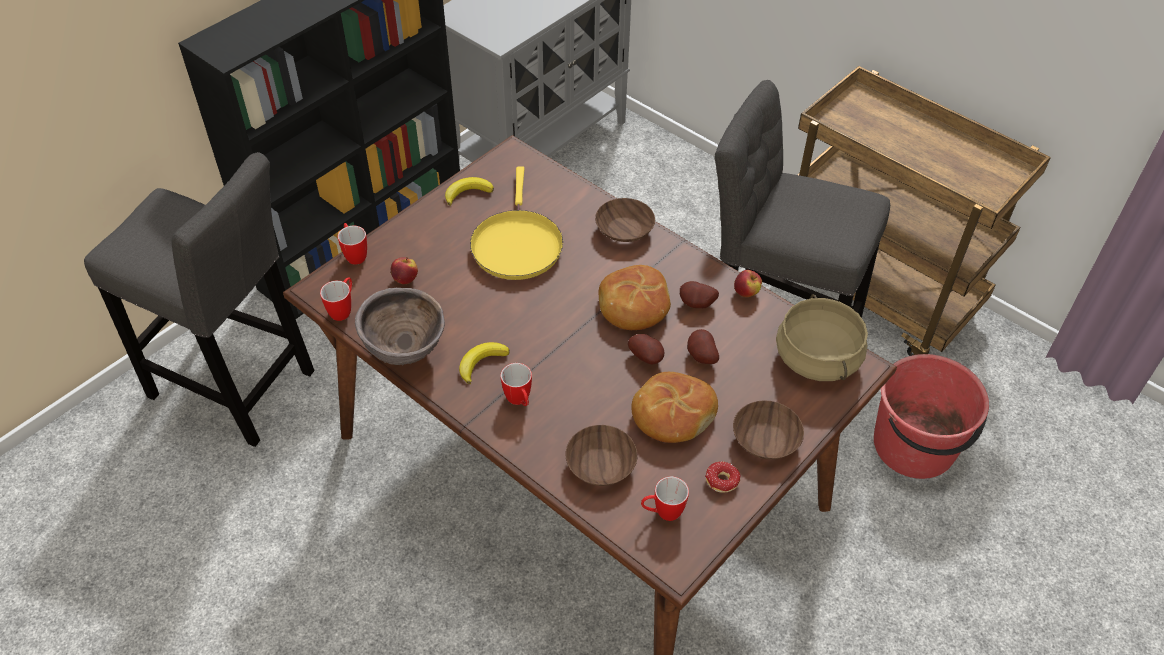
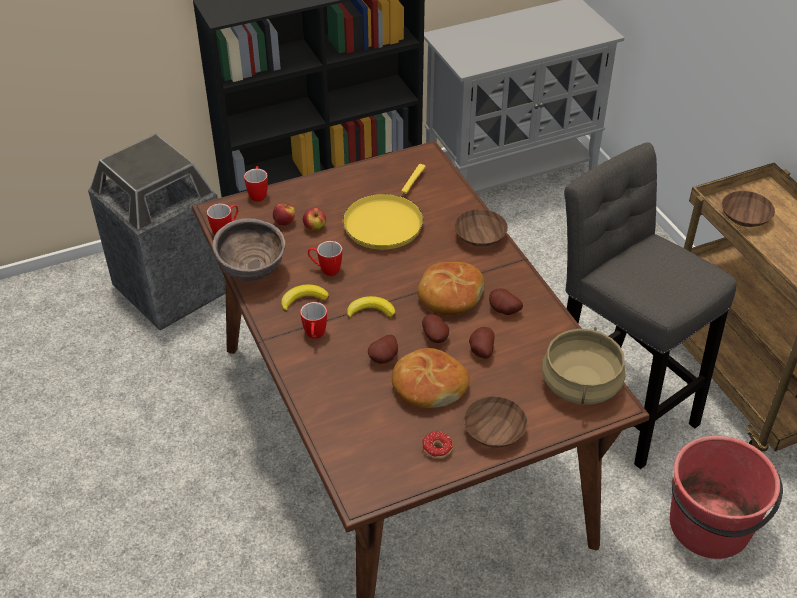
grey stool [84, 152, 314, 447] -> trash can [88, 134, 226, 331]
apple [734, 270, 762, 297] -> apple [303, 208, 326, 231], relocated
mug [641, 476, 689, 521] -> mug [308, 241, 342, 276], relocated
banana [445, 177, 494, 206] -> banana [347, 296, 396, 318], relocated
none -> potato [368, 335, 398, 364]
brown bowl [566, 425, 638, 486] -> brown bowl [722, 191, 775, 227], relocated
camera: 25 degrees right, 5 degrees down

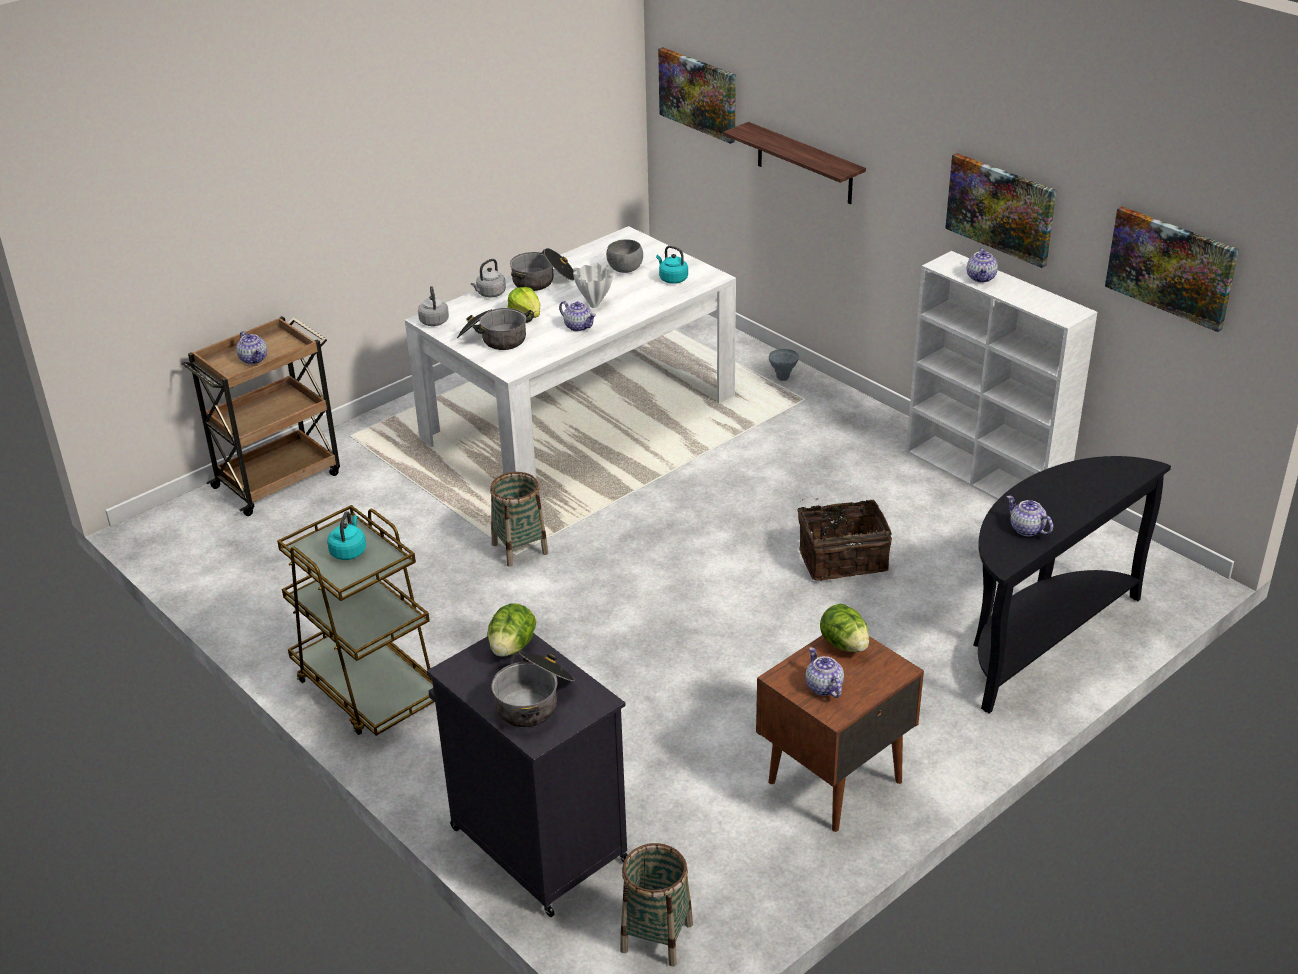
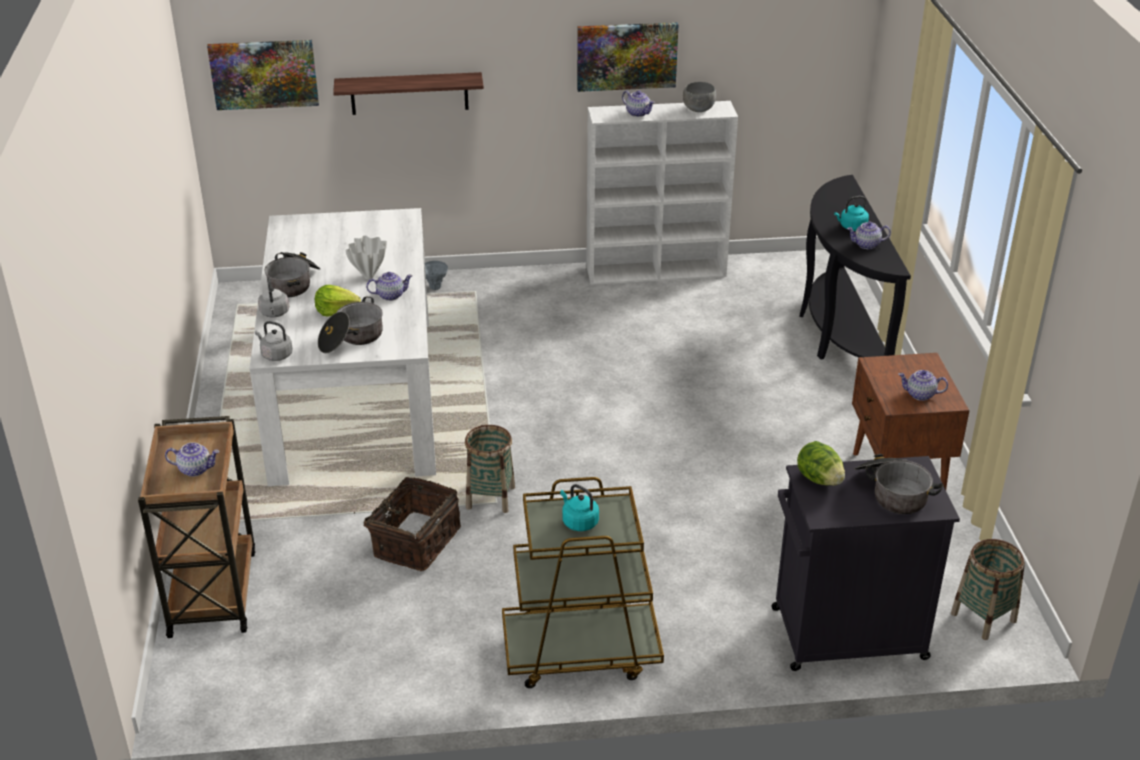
basket [797, 498, 892, 581] -> basket [354, 477, 461, 571], relocated
grey bowl [606, 239, 643, 273] -> grey bowl [683, 82, 716, 112], relocated
turquoise kettle [656, 246, 688, 284] -> turquoise kettle [834, 196, 869, 231], relocated
lettuce [820, 603, 869, 652] -> none
picture [1105, 206, 1239, 332] -> none
camera: 55 degrees left, 0 degrees up

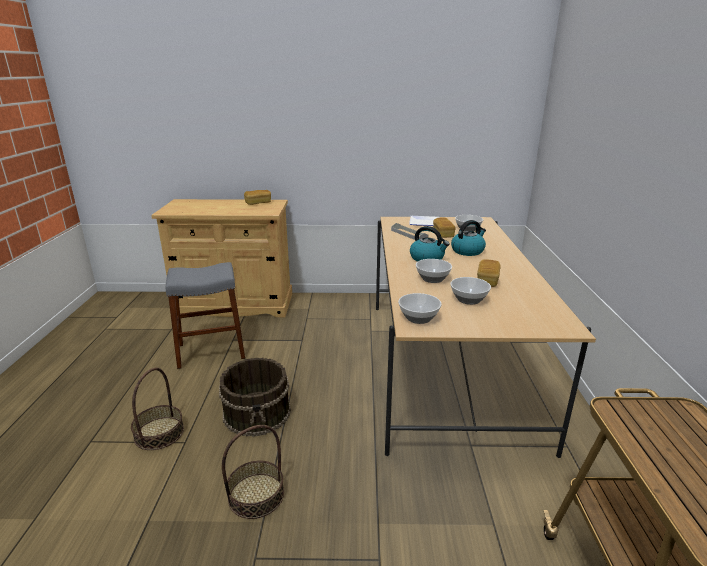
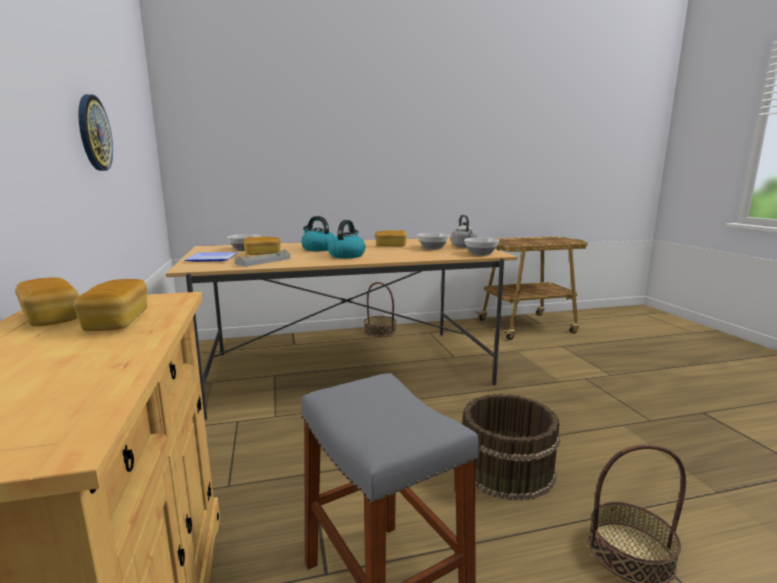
none -> bread [73, 279, 147, 331]
none -> wall clock [78, 94, 113, 171]
basket [222, 425, 284, 519] -> basket [364, 282, 397, 337], relocated
none -> grey kettle [451, 215, 478, 248]
bowl [416, 259, 452, 283] -> none
camera: 105 degrees left, 10 degrees down

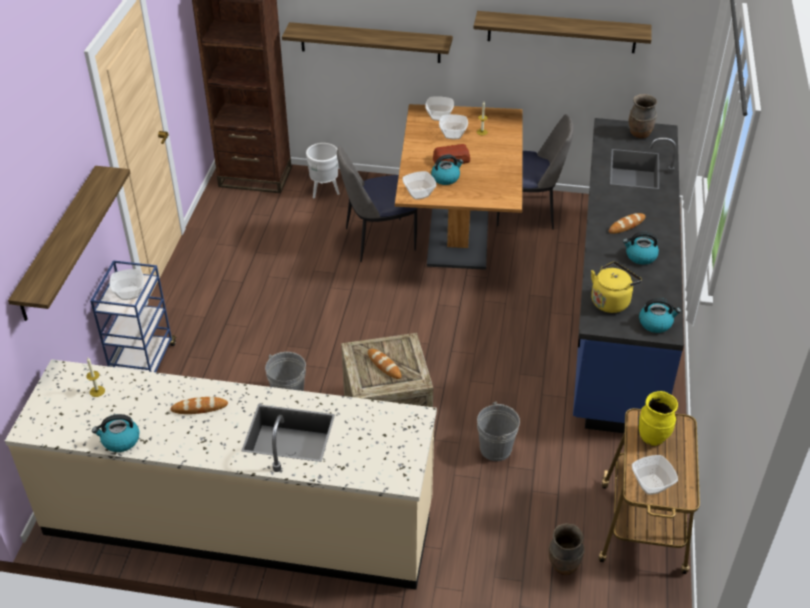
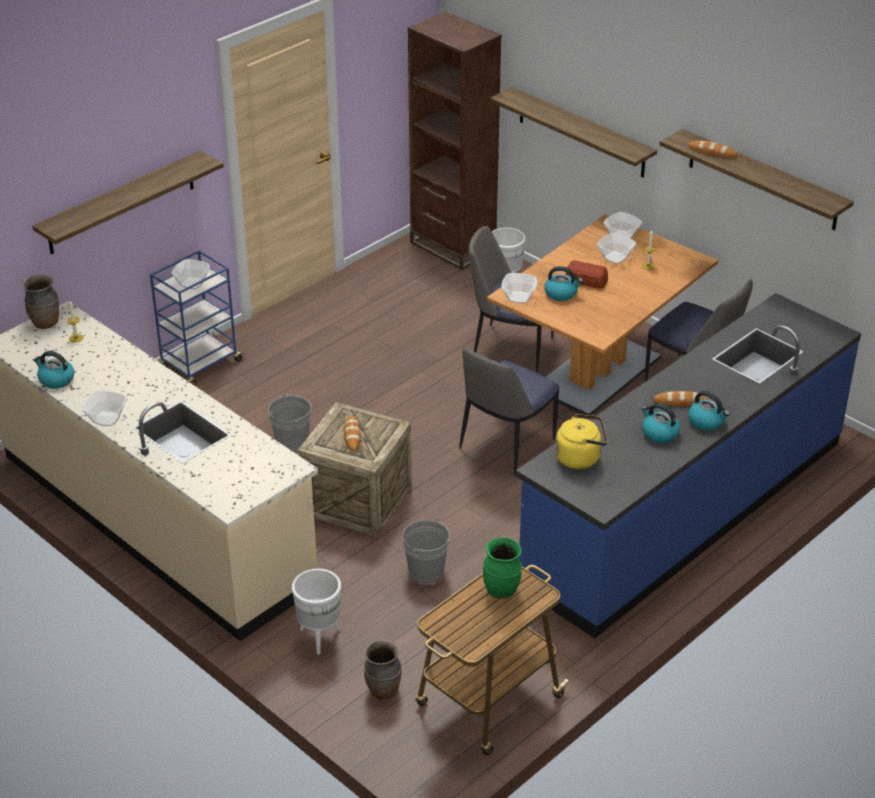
brown vase [629, 94, 657, 139] -> brown vase [23, 275, 59, 329], relocated
bowl [632, 455, 678, 495] -> bowl [83, 391, 126, 426], relocated
none -> white planter [292, 569, 341, 655]
none -> chair [459, 346, 559, 475]
yellow vase [639, 391, 678, 446] -> green vase [483, 537, 522, 599]
bread [171, 397, 228, 414] -> bread [688, 140, 738, 158], relocated
kettle [639, 298, 681, 333] -> kettle [688, 391, 730, 431], relocated
camera: 35 degrees right, 5 degrees down

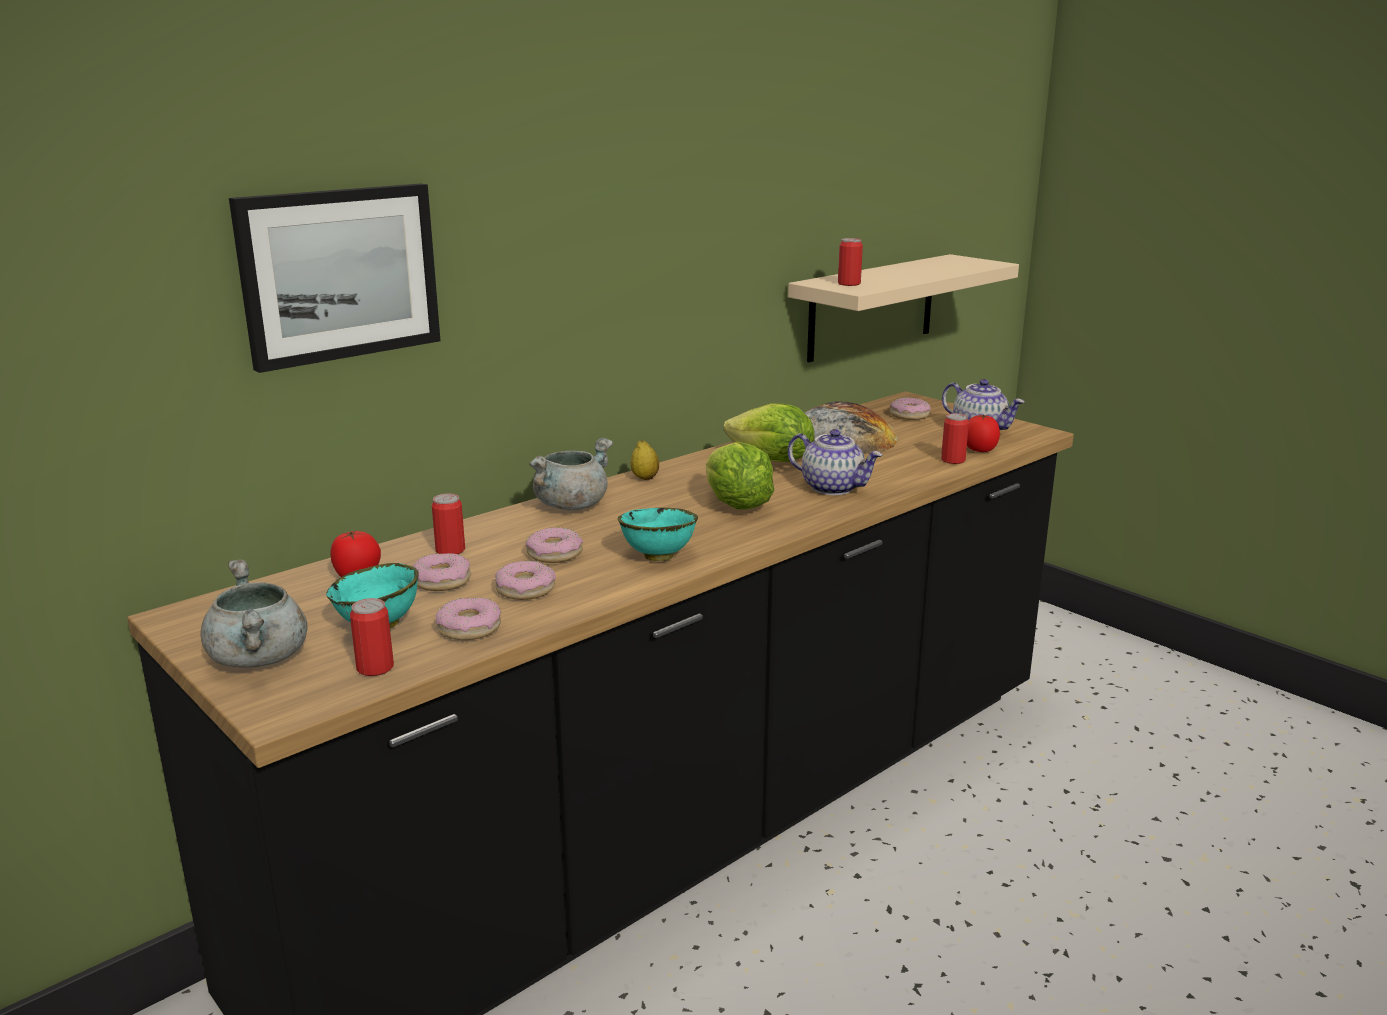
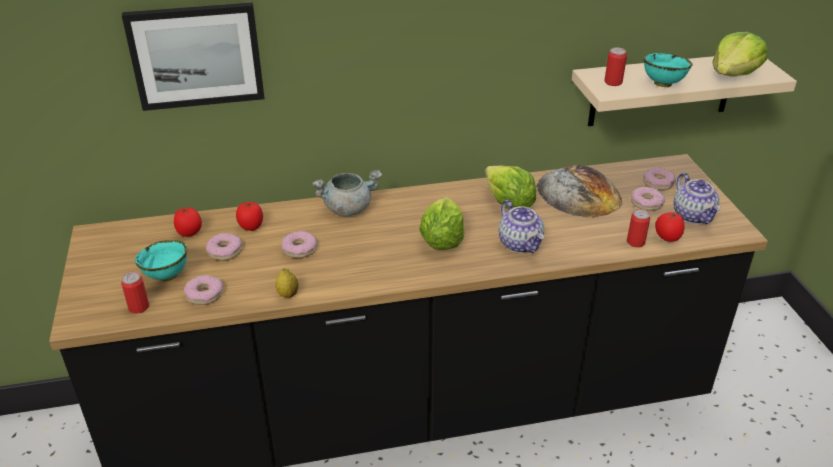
can [432, 494, 465, 554] -> tomato [236, 202, 263, 231]
lemon [631, 440, 659, 480] -> lemon [276, 268, 298, 298], relocated
donut [495, 561, 556, 600] -> donut [631, 187, 665, 211], relocated
turquoise bowl [618, 508, 698, 561] -> turquoise bowl [643, 53, 693, 87], relocated
none -> lettuce [712, 32, 768, 77]
grey cooking pot [200, 559, 308, 668] -> none
camera: 30 degrees right, 15 degrees up

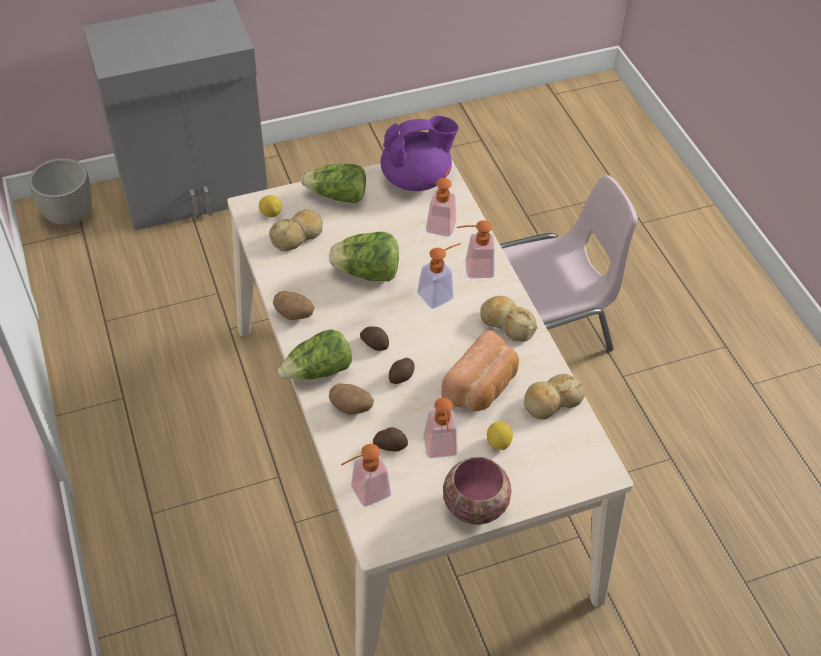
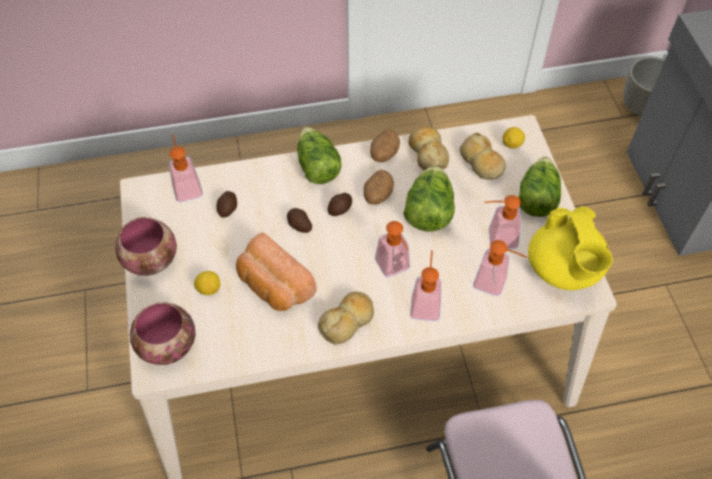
none -> bowl [130, 302, 196, 365]
potato [329, 384, 374, 415] -> potato [364, 170, 394, 205], relocated
bread [524, 374, 585, 420] -> bread [408, 126, 449, 171], relocated
soap dispenser [423, 398, 458, 458] -> soap dispenser [484, 195, 521, 249], relocated
purple teapot [381, 116, 459, 191] -> yellow teapot [528, 206, 613, 290]
camera: 100 degrees right, 5 degrees up

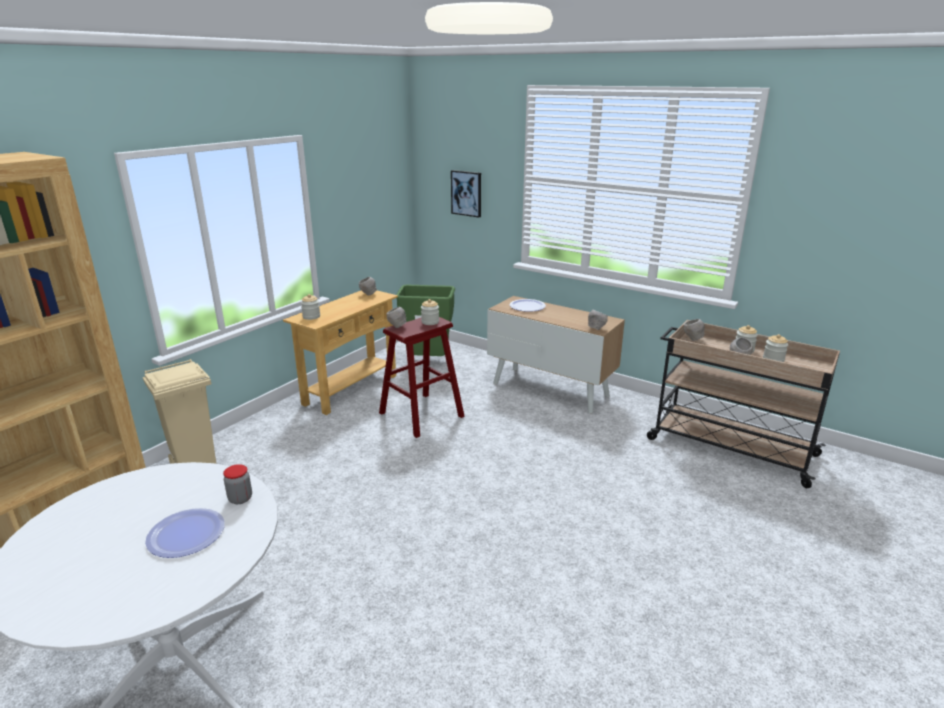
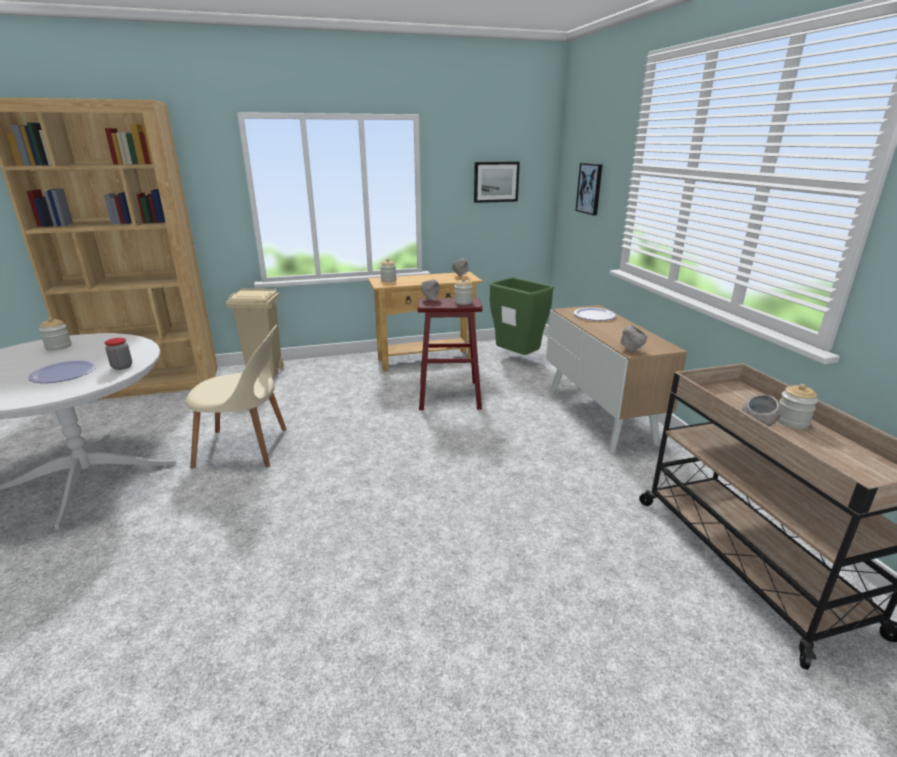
jar [763, 334, 788, 362] -> jar [39, 318, 72, 351], relocated
none -> beige chair [186, 324, 287, 468]
none -> picture [474, 162, 520, 203]
grey bowl [684, 319, 705, 340] -> none
camera: 40 degrees right, 0 degrees up

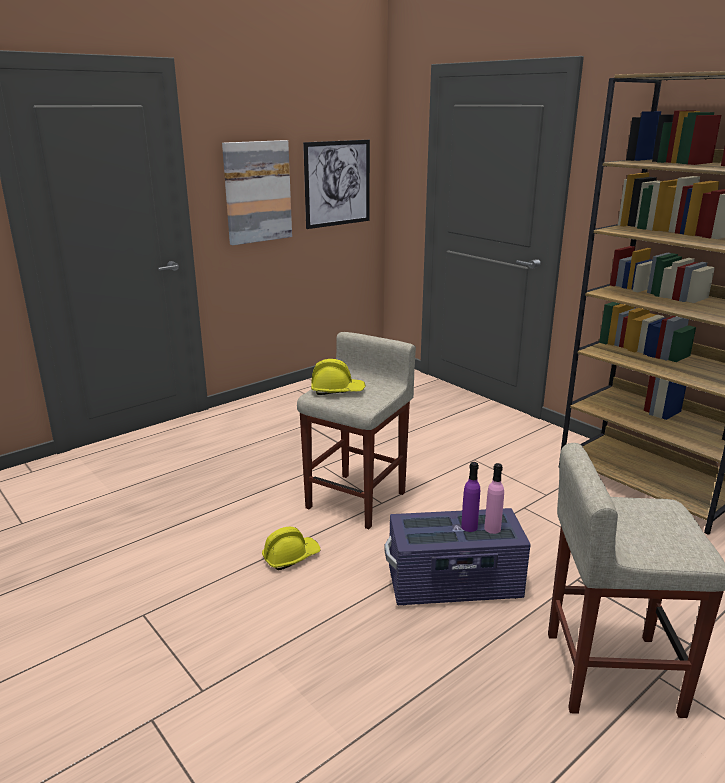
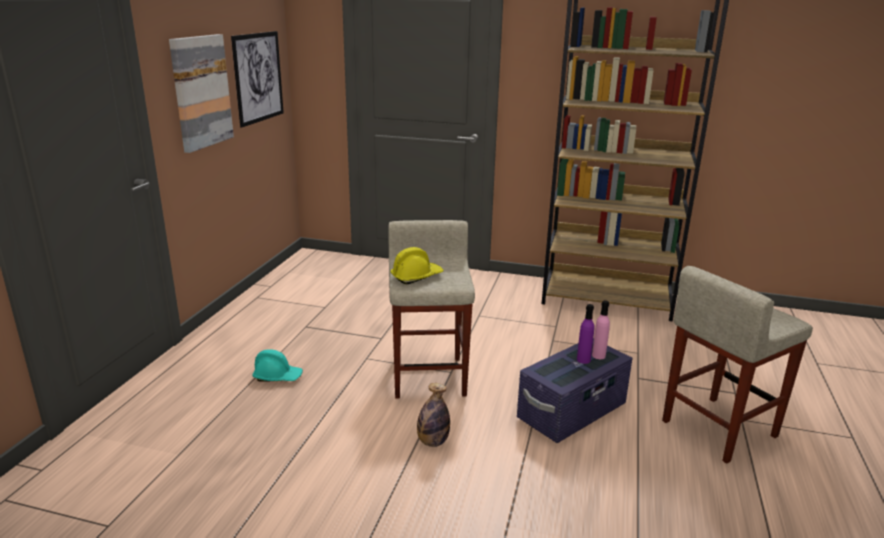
none -> turquoise hard hat [252, 349, 303, 382]
yellow hard hat [262, 527, 321, 570] -> bottle [417, 383, 450, 447]
camera: 35 degrees left, 0 degrees up

